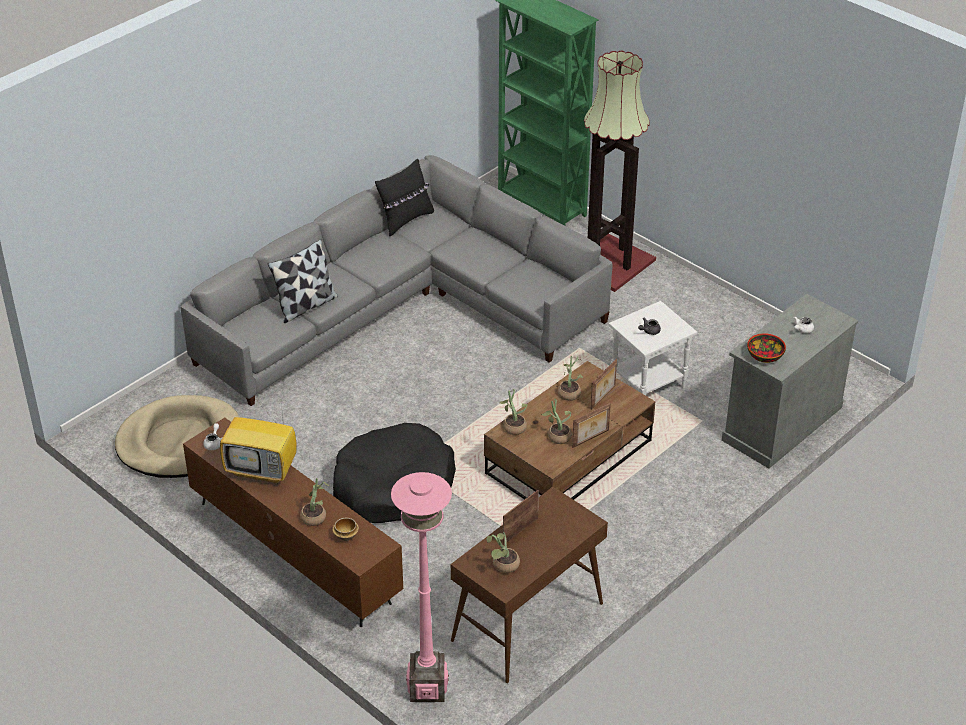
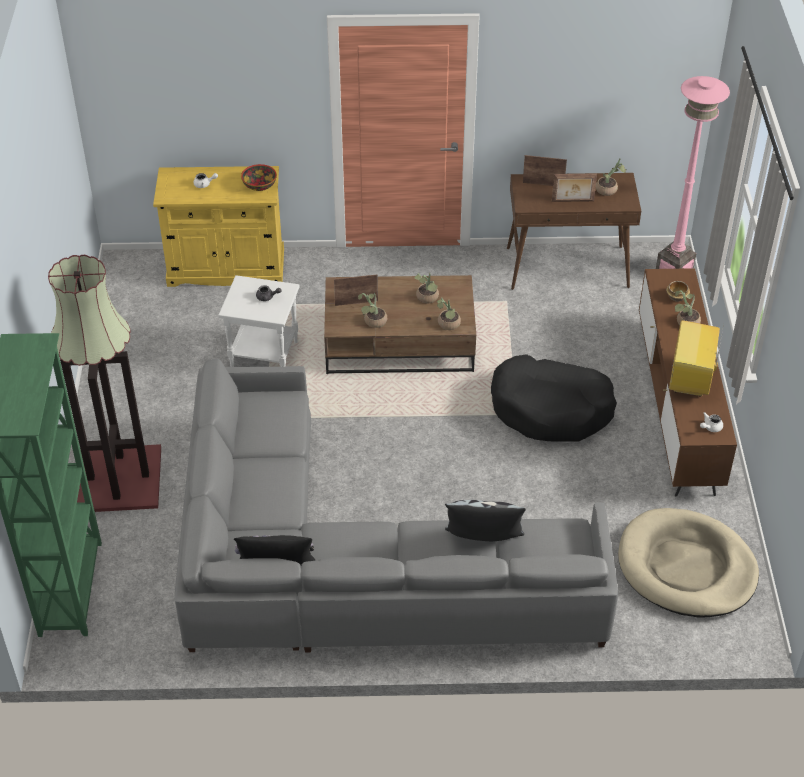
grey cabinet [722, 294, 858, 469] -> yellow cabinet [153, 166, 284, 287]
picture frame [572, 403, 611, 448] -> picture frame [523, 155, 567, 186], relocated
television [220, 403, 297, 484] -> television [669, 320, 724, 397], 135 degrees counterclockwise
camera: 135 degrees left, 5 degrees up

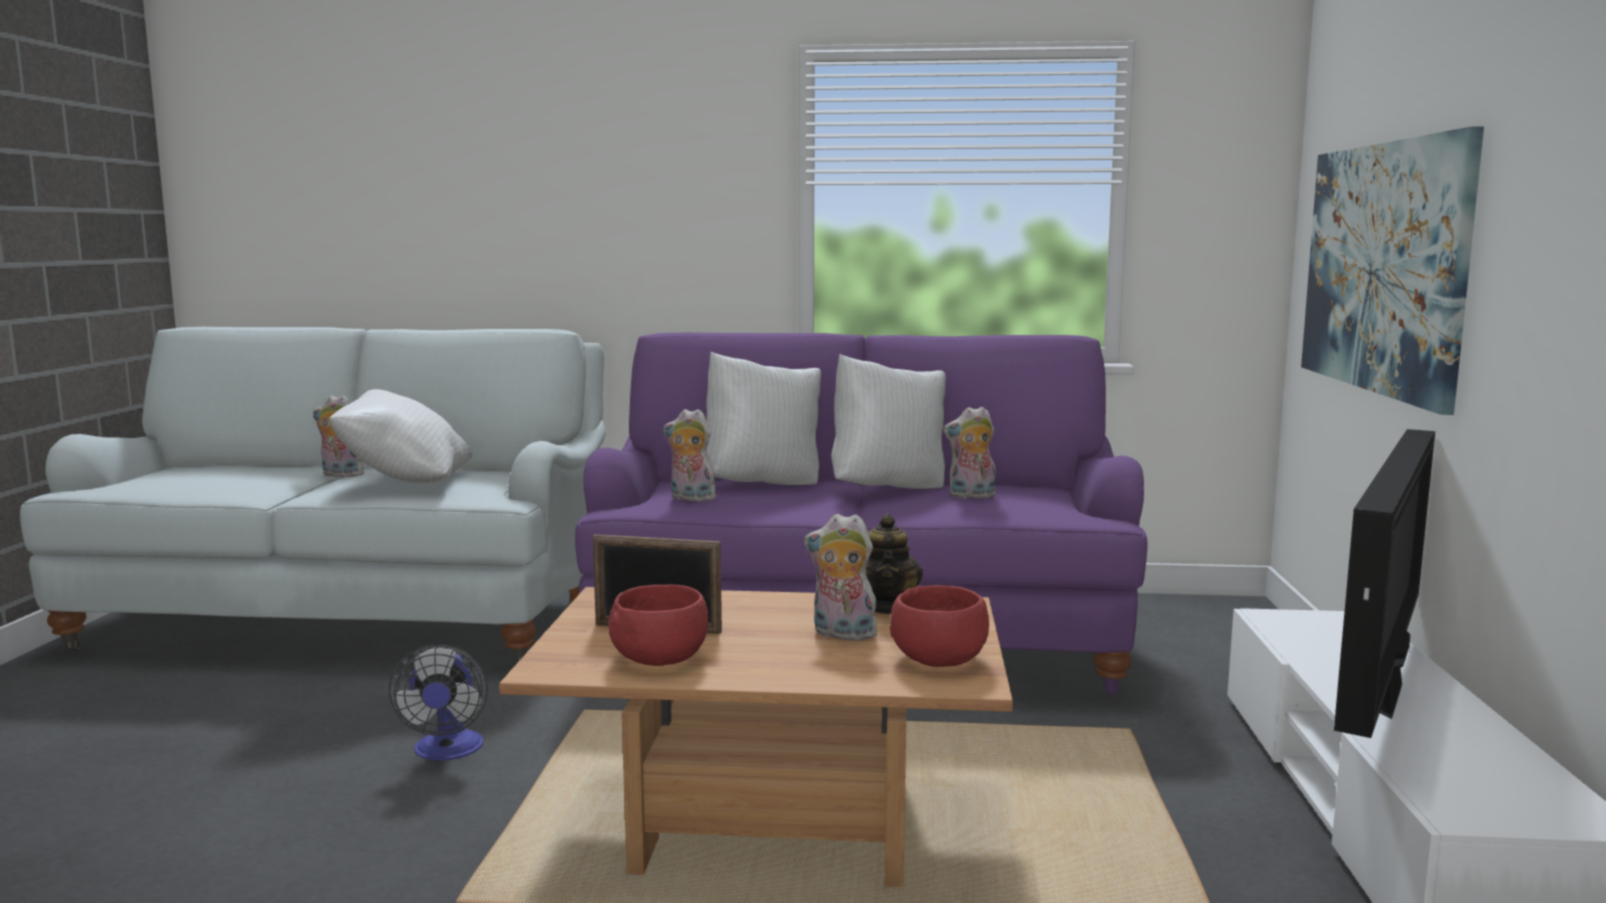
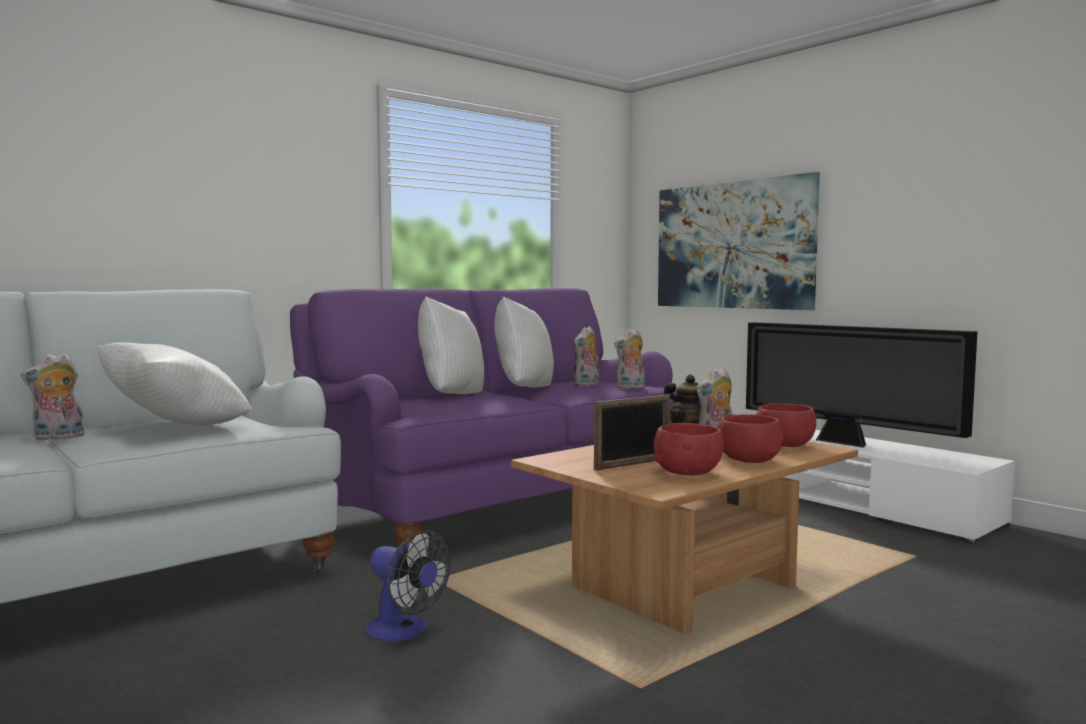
plush toy [663, 409, 716, 503] -> plush toy [614, 329, 645, 389], relocated
none -> red bowl [718, 414, 783, 463]
television [1334, 429, 1435, 738] -> television [746, 322, 977, 448], 150 degrees clockwise
camera: 45 degrees left, 5 degrees down

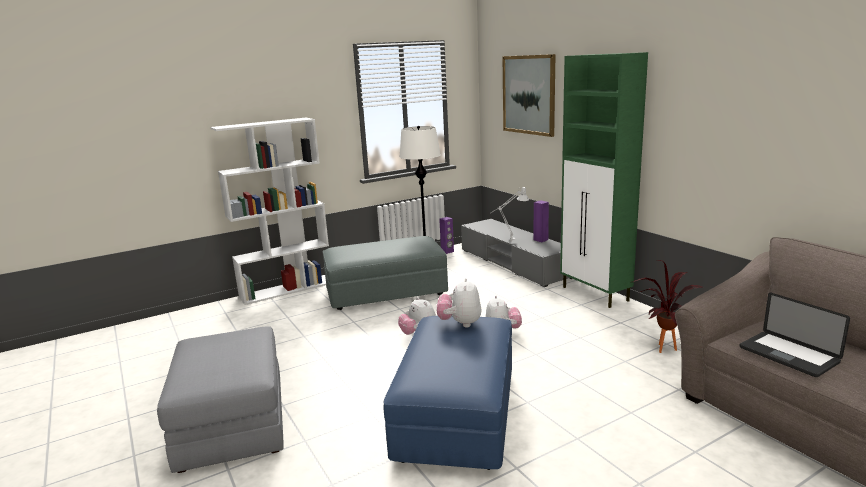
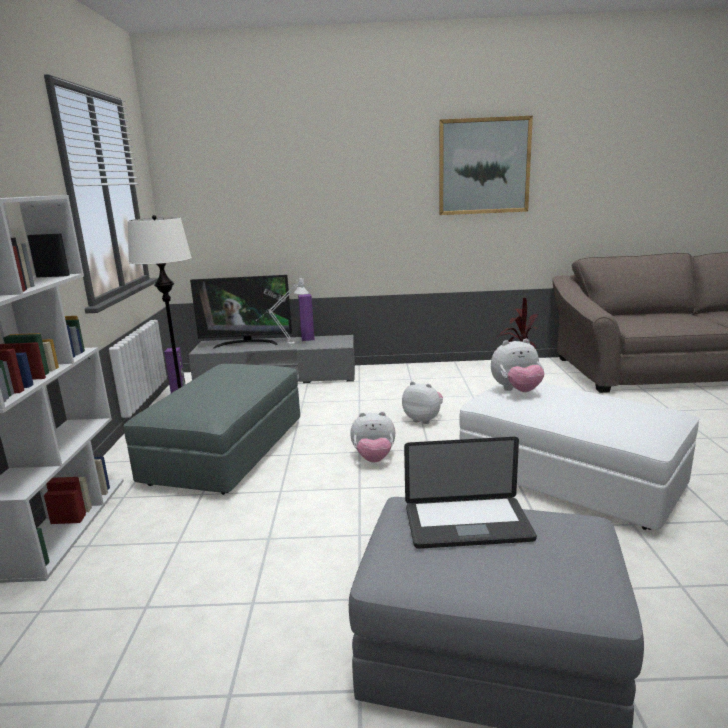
none -> television [190, 275, 292, 348]
laptop [739, 293, 850, 377] -> laptop [404, 437, 537, 549], relocated
picture [502, 54, 556, 137] -> picture [439, 116, 533, 215], relocated
blue ottoman [383, 316, 512, 470] -> white ottoman [459, 382, 699, 530]
plush toy [436, 278, 481, 327] -> plush toy [491, 339, 544, 392], 45 degrees counterclockwise
green cabinet [560, 52, 648, 308] -> none
camera: 60 degrees left, 0 degrees up

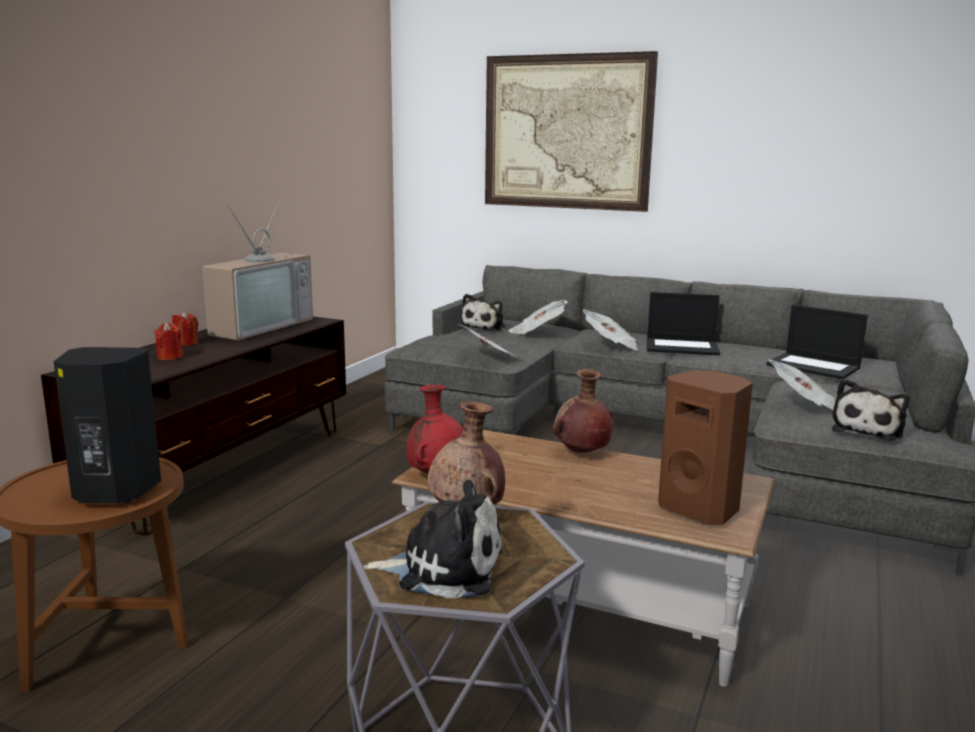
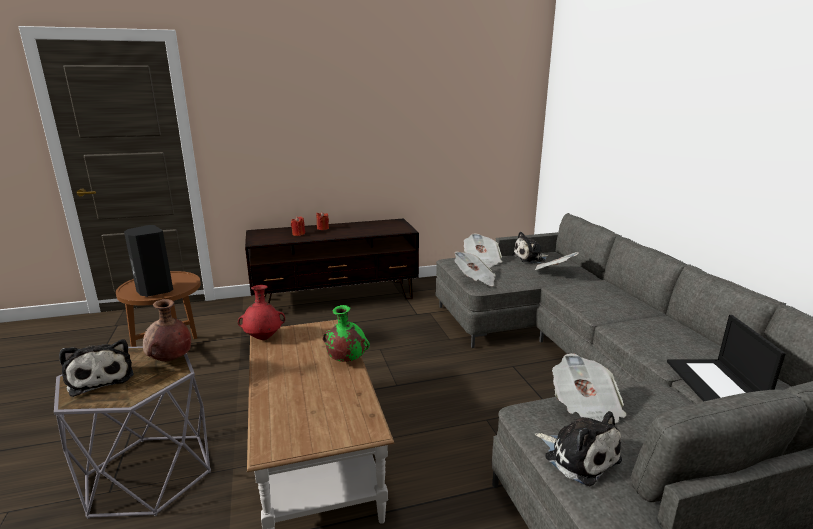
brown vase [553, 369, 613, 453] -> green vase [323, 305, 370, 362]
newspaper [583, 310, 638, 350] -> newspaper [464, 233, 502, 268], relocated
plush toy [832, 379, 909, 440] -> plush toy [535, 411, 622, 486], 120 degrees counterclockwise
television [202, 200, 313, 340] -> none
picture [485, 51, 658, 212] -> none
laptop [647, 292, 720, 355] -> none
brown speaker [658, 370, 753, 525] -> none
camera: 50 degrees right, 5 degrees up

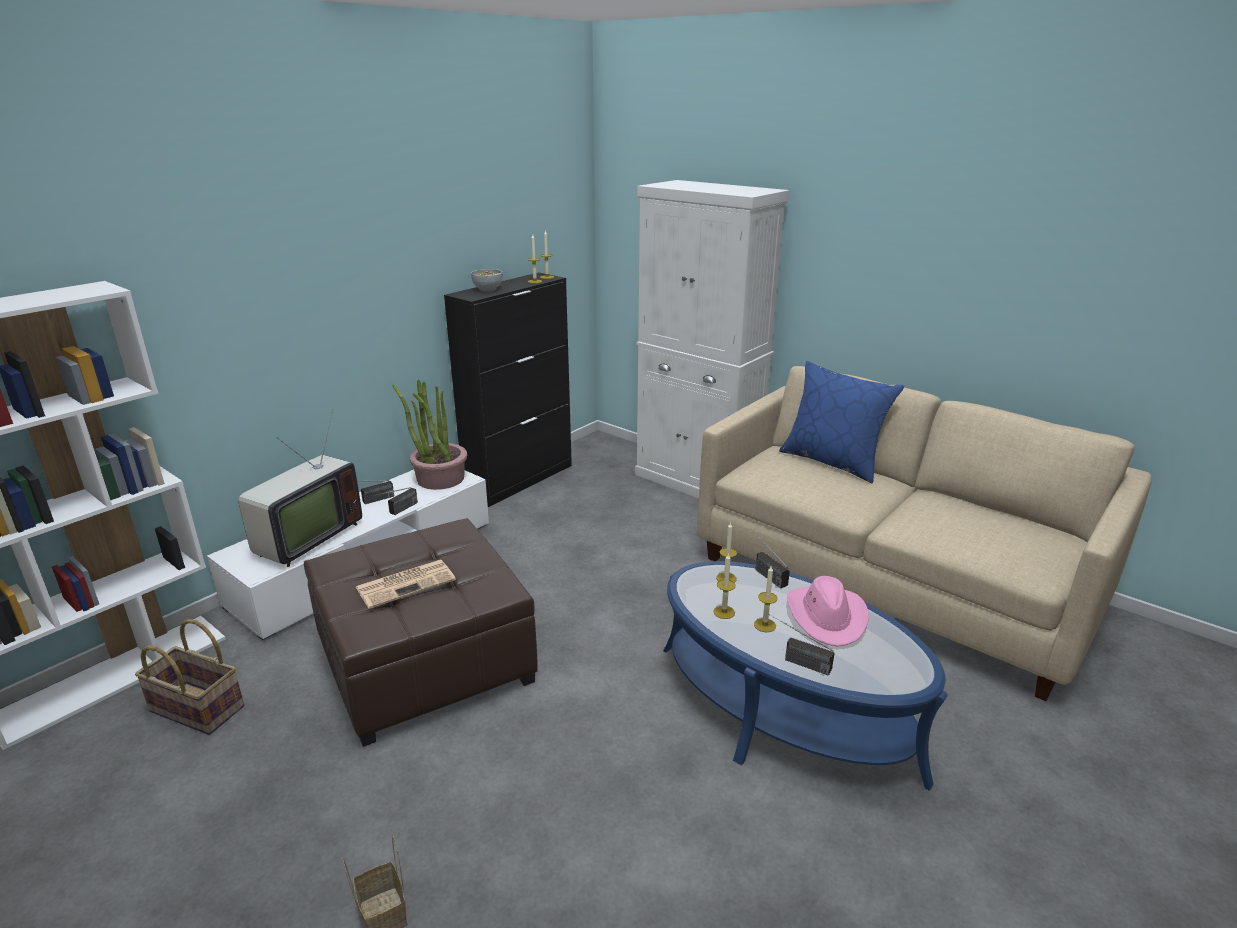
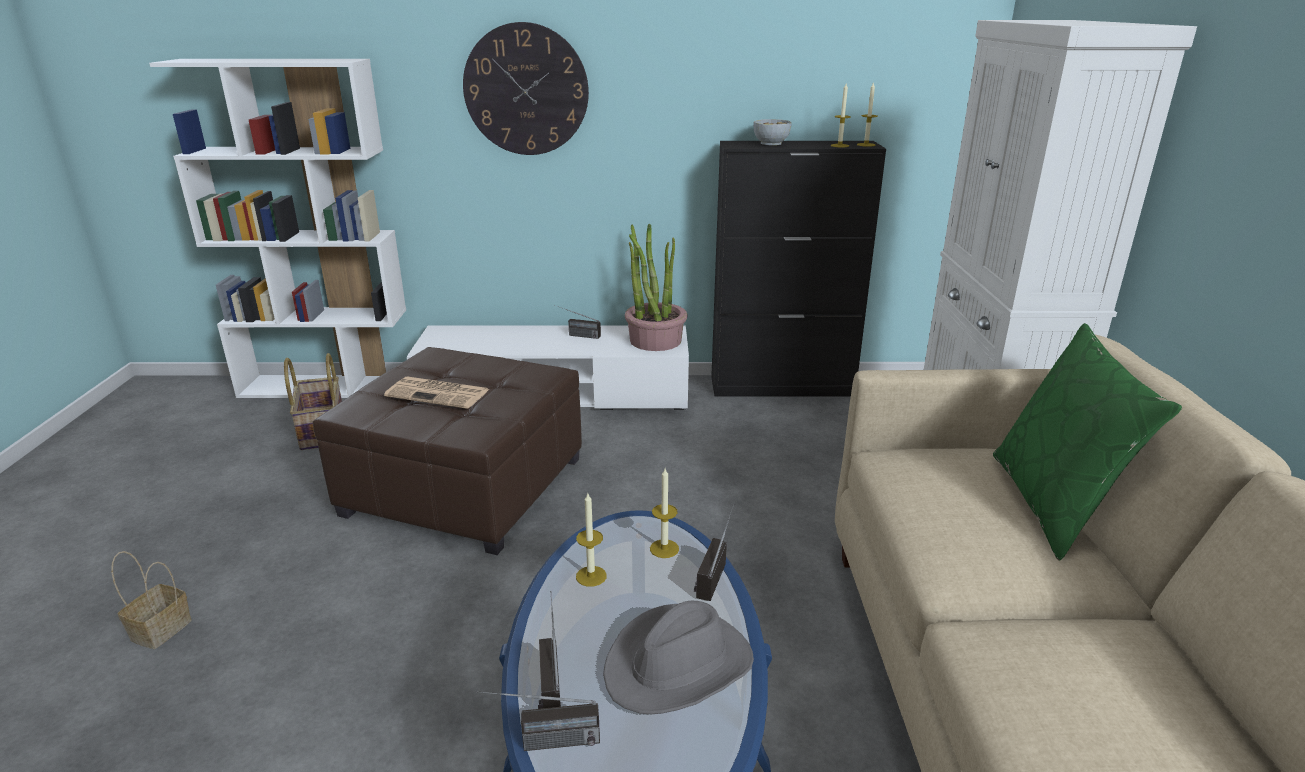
none -> wall clock [463, 22, 589, 155]
radio [373, 487, 418, 515] -> radio [476, 691, 600, 751], relocated
pink hat [787, 576, 869, 647] -> grey hat [603, 601, 754, 714]
blue pillow [779, 361, 904, 483] -> green pillow [993, 323, 1182, 561]
television [238, 409, 362, 567] -> none
candle [754, 566, 777, 632] -> none
camera: 50 degrees right, 0 degrees up

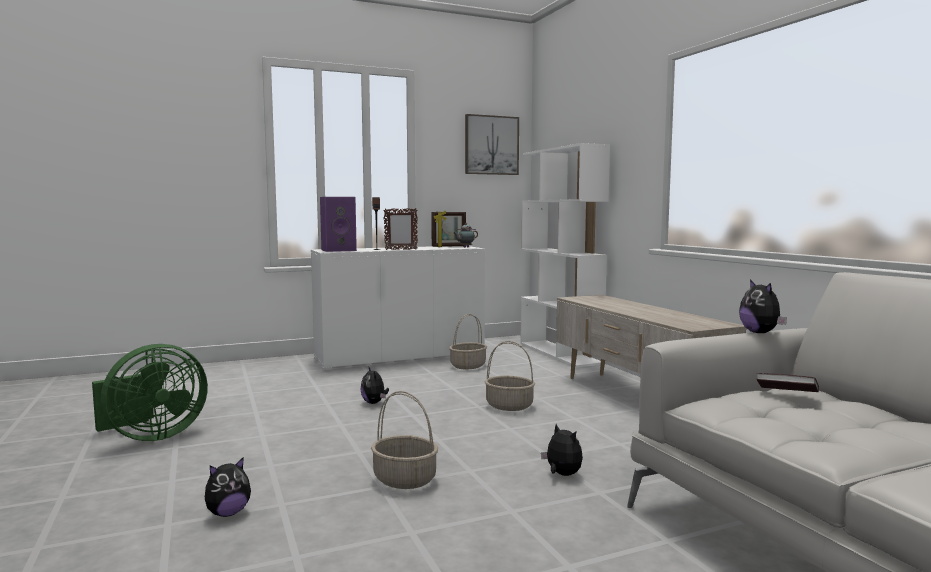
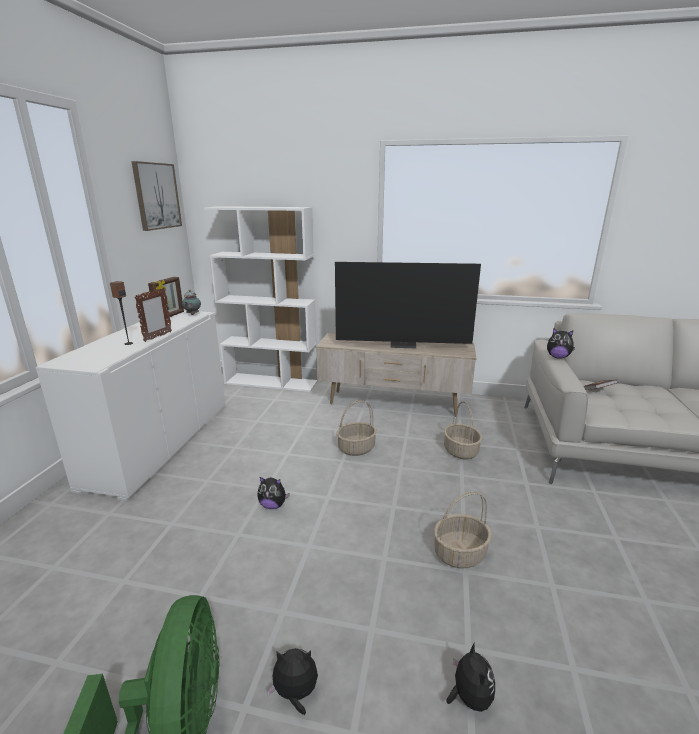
plush toy [541, 424, 583, 476] -> plush toy [267, 648, 318, 715], relocated
none -> television [335, 262, 481, 348]
basket [449, 314, 487, 369] -> basket [444, 401, 482, 459], relocated
purple speaker [320, 197, 357, 252] -> none
camera: 55 degrees left, 15 degrees up

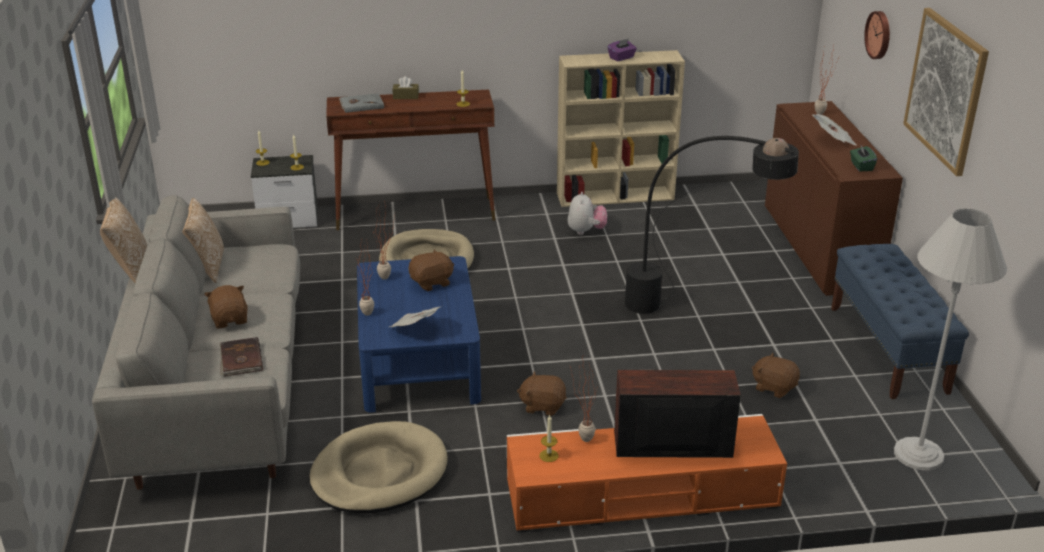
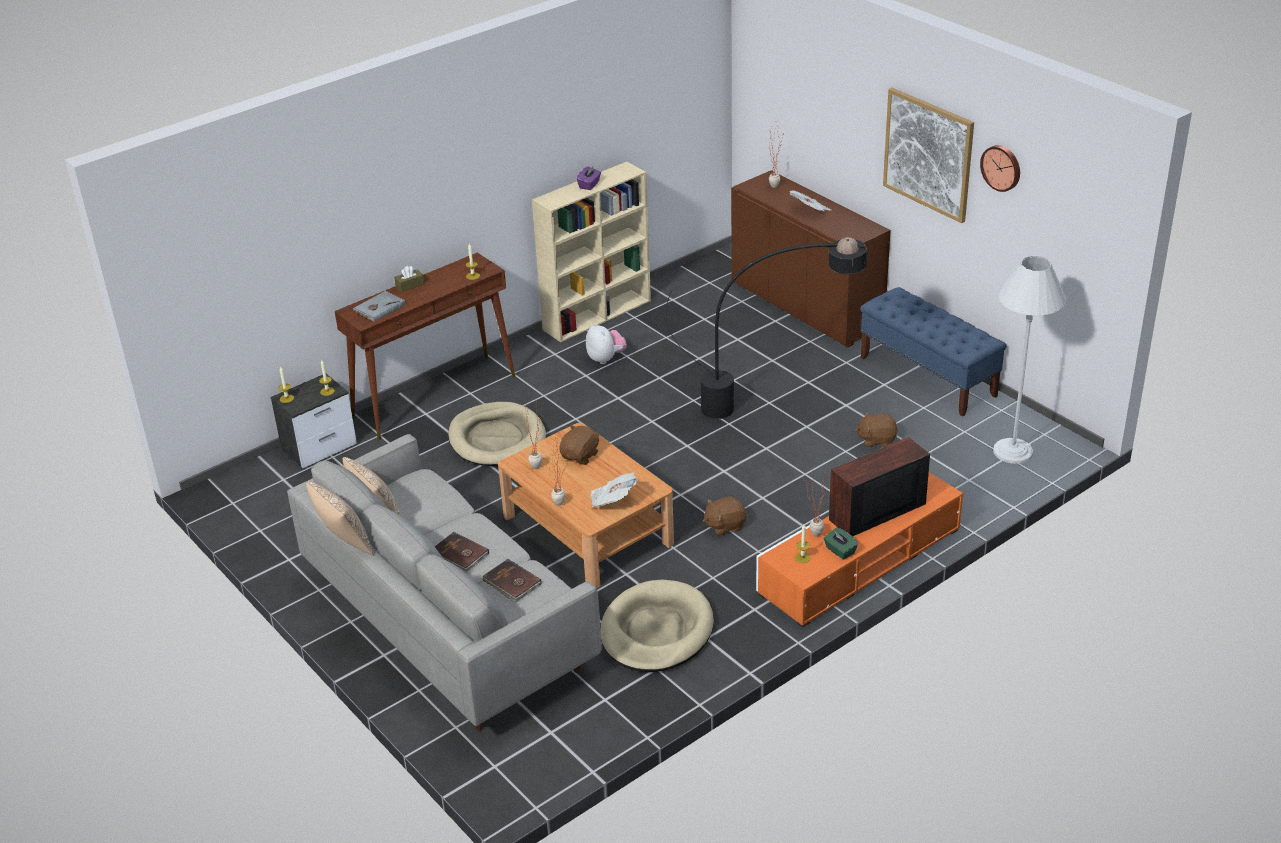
brown plush toy [204, 285, 248, 328] -> brown book [435, 532, 489, 572]
blue coffee table [357, 256, 481, 412] -> brown coffee table [498, 423, 674, 588]
green tissue box [850, 144, 877, 171] -> green tissue box [824, 527, 858, 560], relocated
wall clock [864, 11, 890, 59] -> wall clock [980, 145, 1020, 192], relocated
camera: 30 degrees left, 5 degrees up

